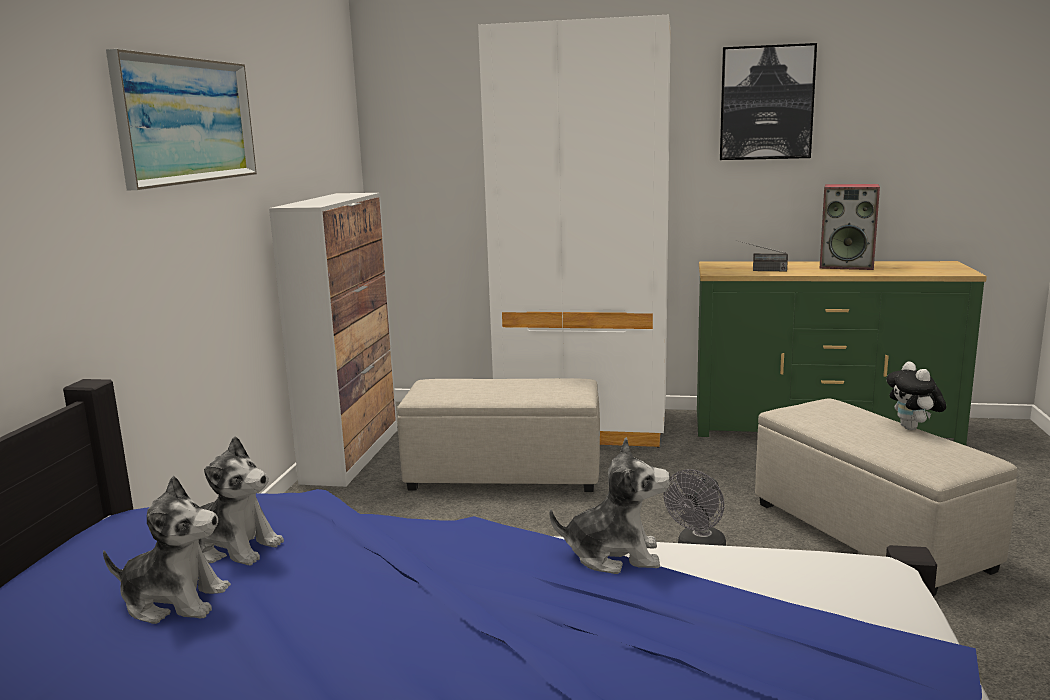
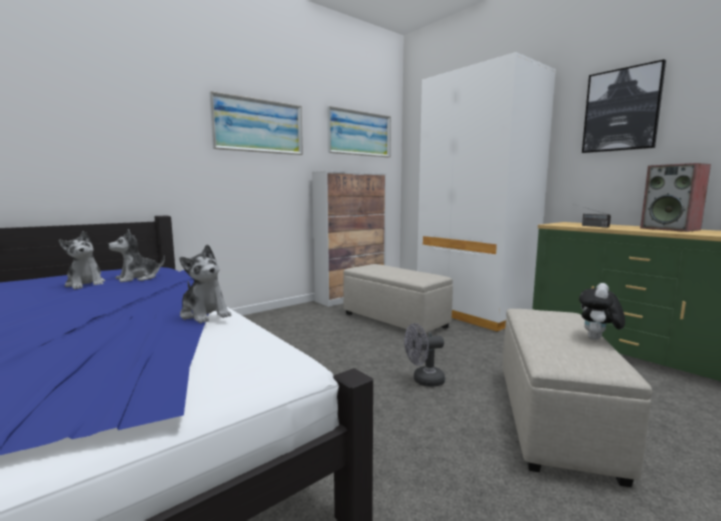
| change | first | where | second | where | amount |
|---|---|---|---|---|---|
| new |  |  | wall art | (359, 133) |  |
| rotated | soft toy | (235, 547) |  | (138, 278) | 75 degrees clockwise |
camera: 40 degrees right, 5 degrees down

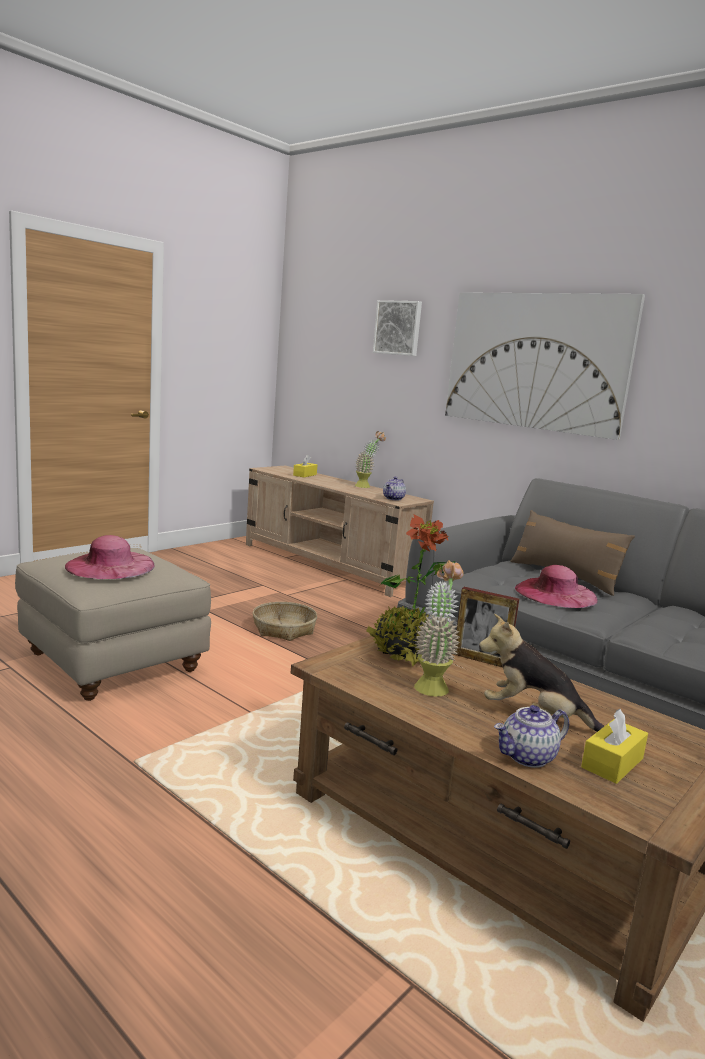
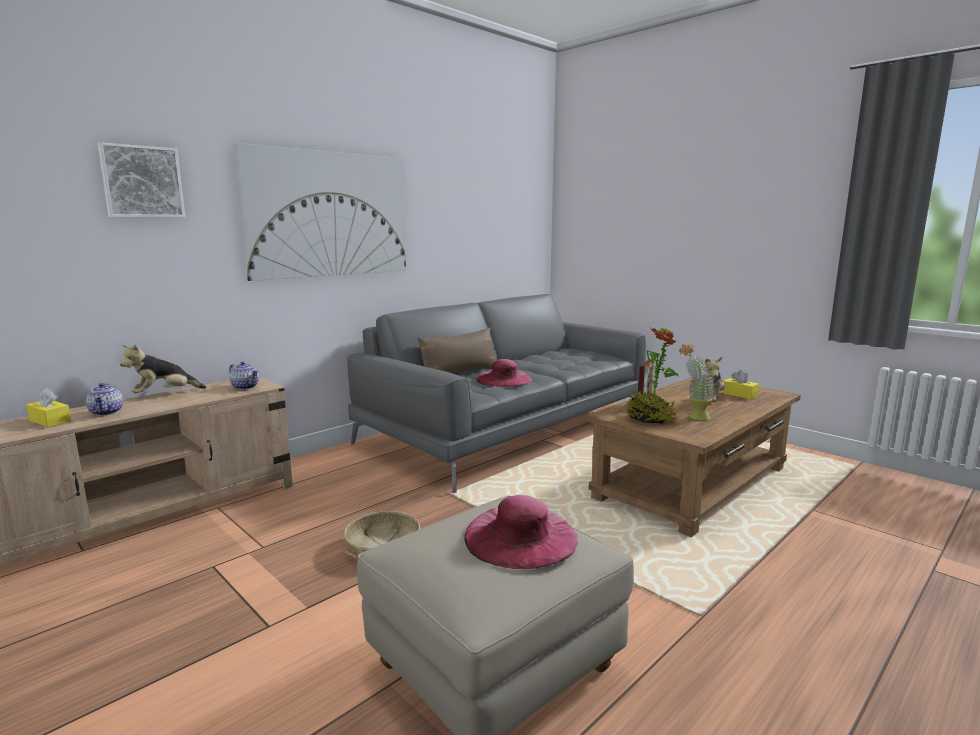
| change | first | where | second | where | amount |
|---|---|---|---|---|---|
| shifted | teapot | (527, 757) |  | (107, 412) |  |
| swapped | houseplant | (366, 486) | soft toy | (164, 394) |  |
camera: 85 degrees left, 0 degrees up

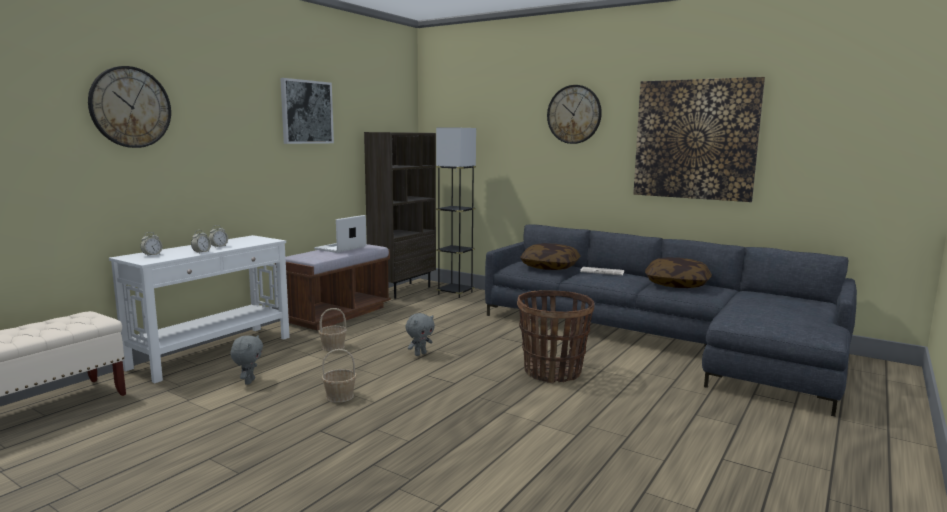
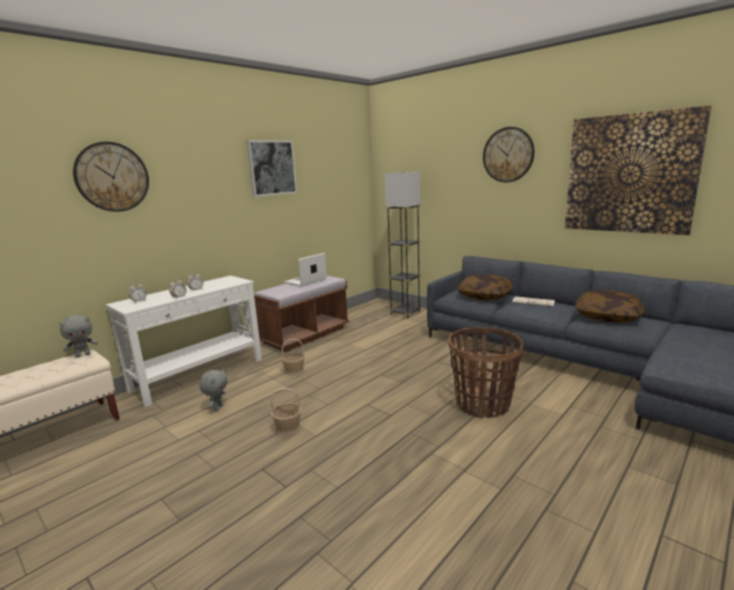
| change | first | where | second | where | amount |
|---|---|---|---|---|---|
| gone | brown bookcase | (402, 290) |  |  |  |
| shifted | greyish soft toy | (420, 354) |  | (83, 355) |  |
camera: 10 degrees right, 5 degrees up

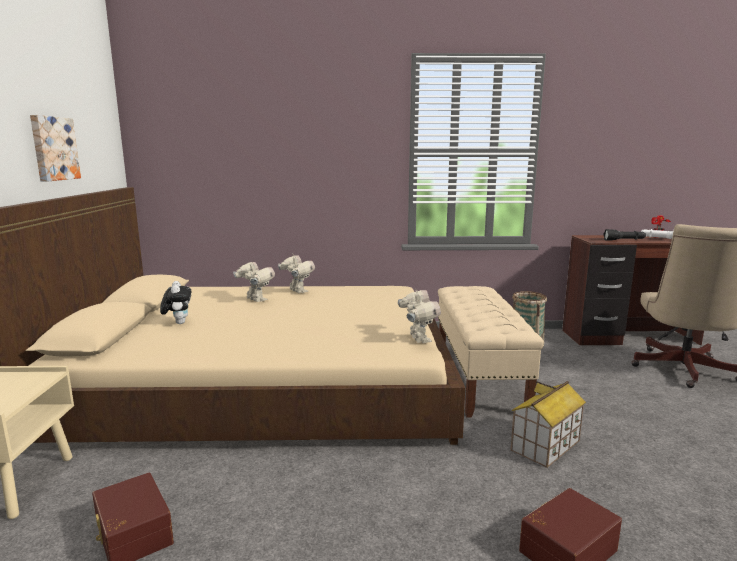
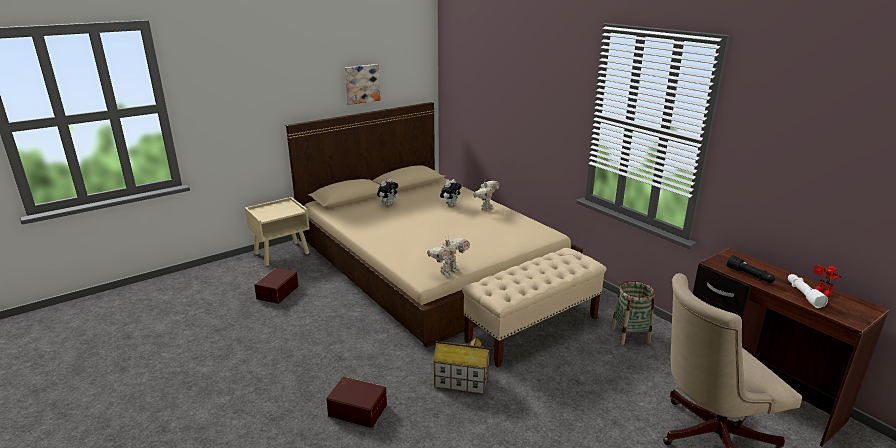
| change | first | where | second | where | amount |
|---|---|---|---|---|---|
| swapped | toy robot | (255, 300) | soft toy | (450, 205) |  |
camera: 55 degrees right, 10 degrees up

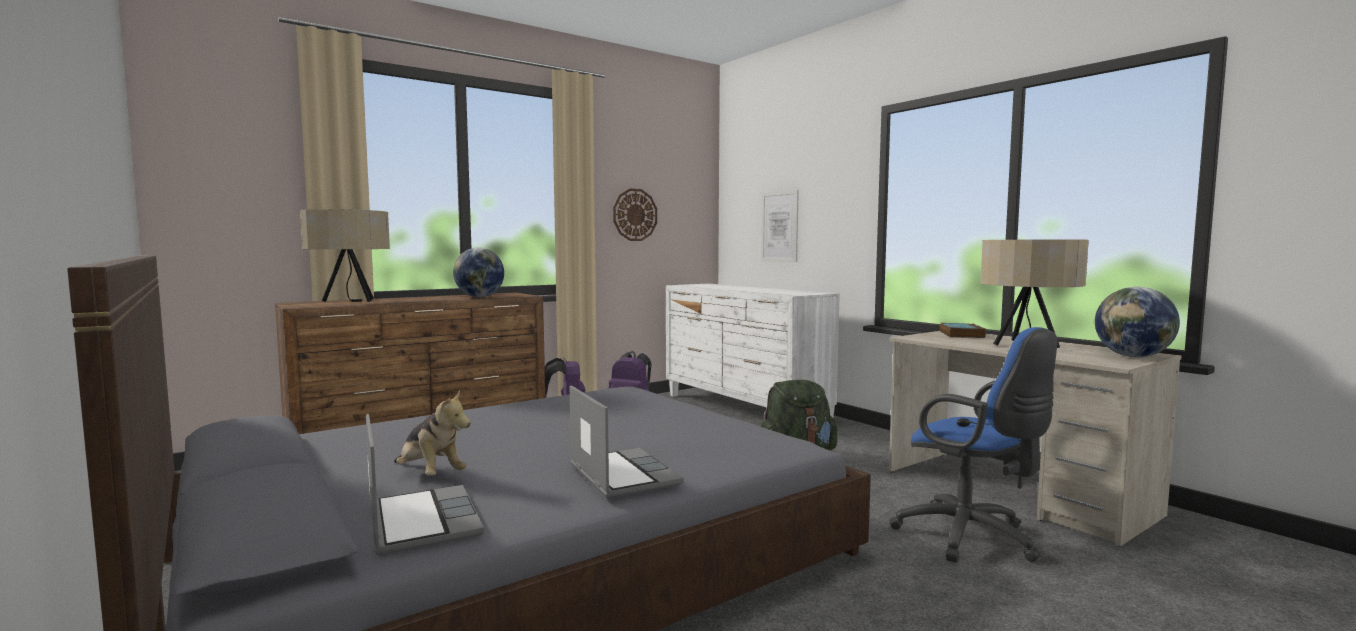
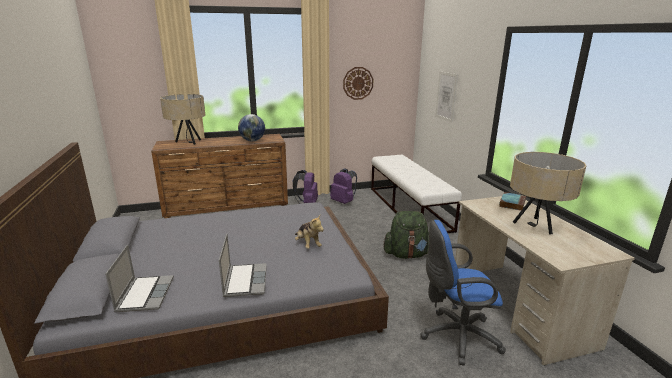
| change | first | where | second | where | amount |
|---|---|---|---|---|---|
| gone | desk globe | (1133, 356) |  |  |  |
| shifted | soft toy | (430, 475) |  | (308, 244) |  |
| swapped | whitish drawer chest | (743, 409) | whitish bench | (409, 208) |  |
| rotated | blue-coloured computer chair | (972, 538) |  | (456, 337) | 105 degrees clockwise |
camera: 20 degrees right, 15 degrees up

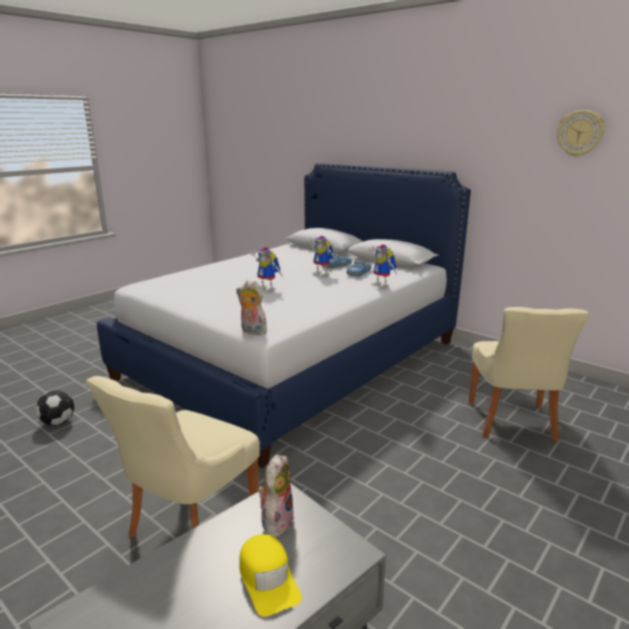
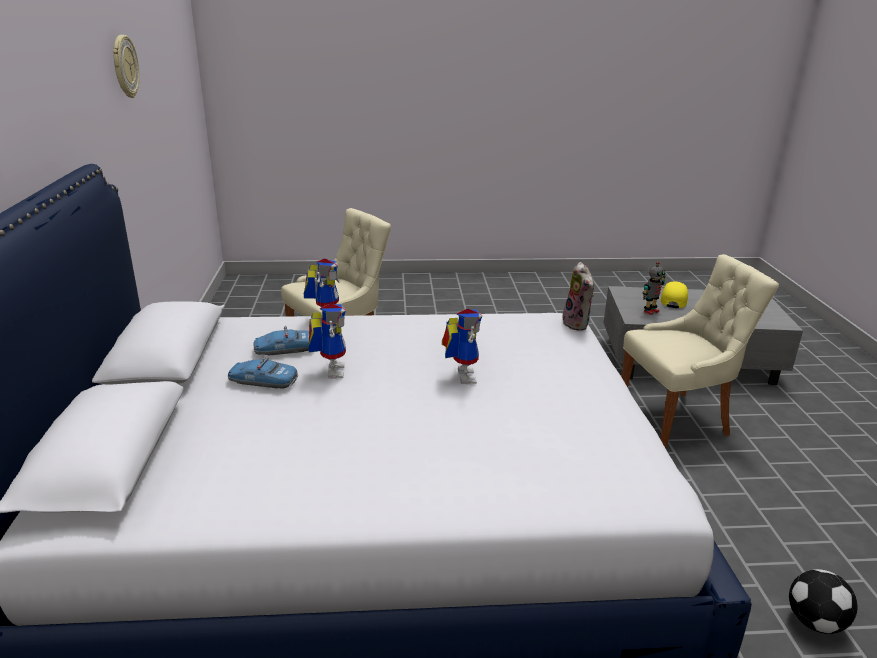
| change | first | where | second | where | amount |
|---|---|---|---|---|---|
| swapped | soft toy | (276, 521) | toy robot | (650, 311) |  |
camera: 135 degrees left, 5 degrees up

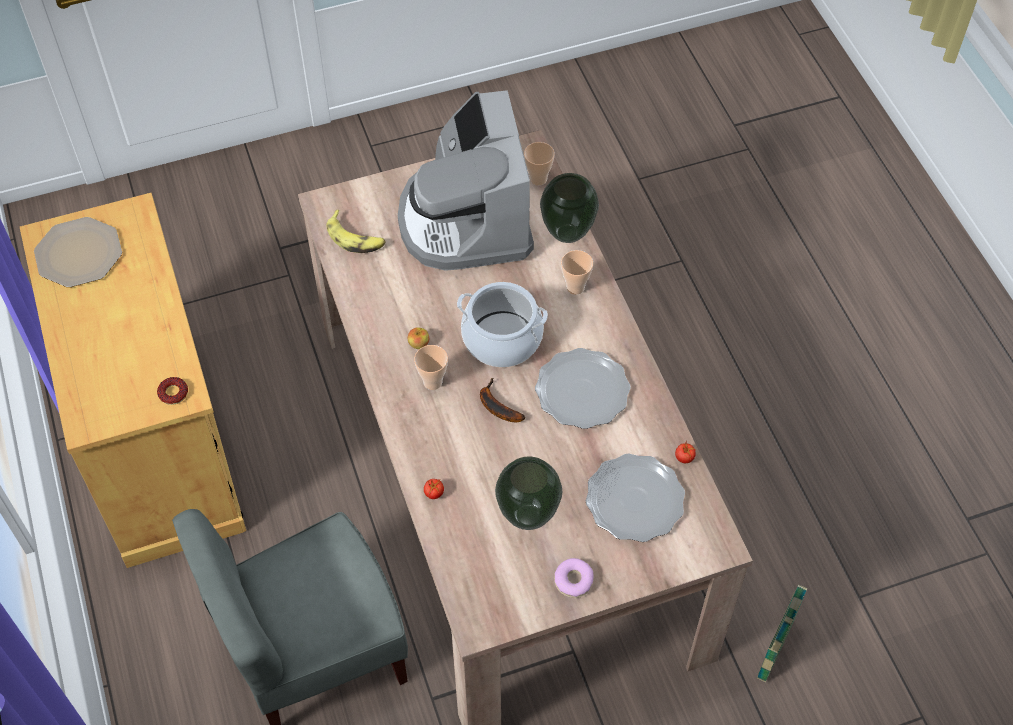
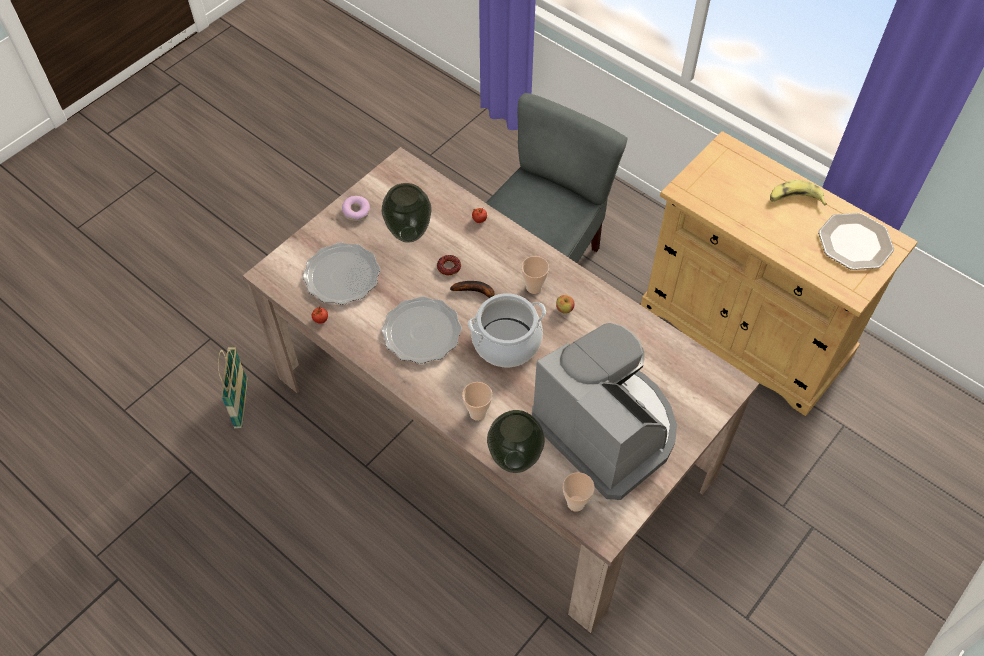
| change | first | where | second | where | amount |
|---|---|---|---|---|---|
| shifted | donut | (173, 393) |  | (449, 267) |  |
| shifted | banana fruit | (355, 238) |  | (794, 199) |  |
camera: 150 degrees right, 0 degrees up

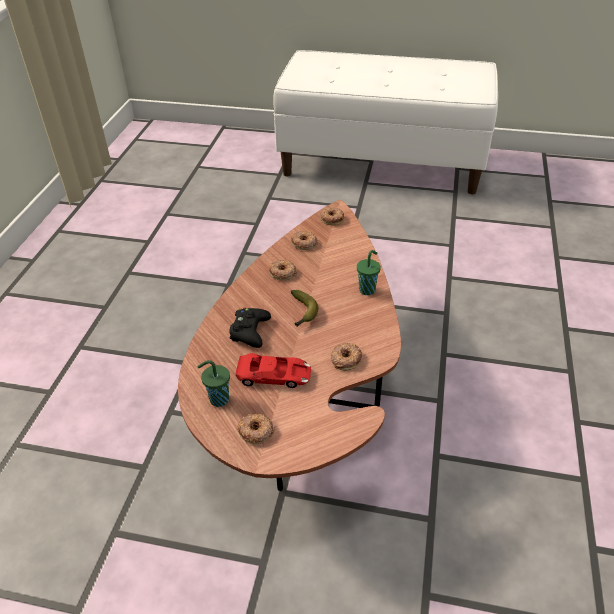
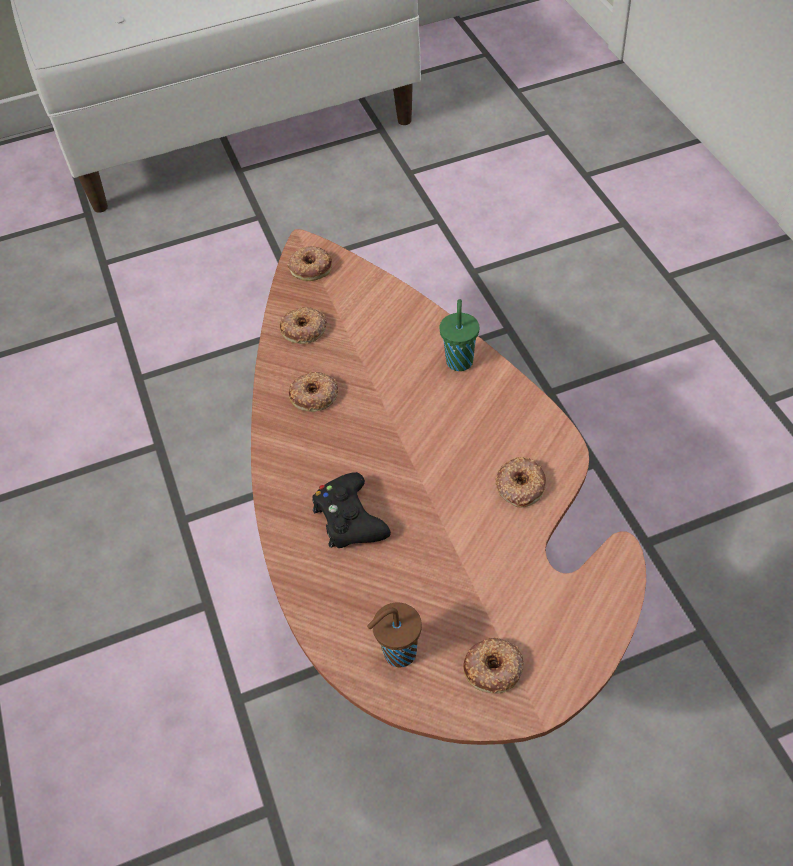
| change | first | where | second | where | amount |
|---|---|---|---|---|---|
| gone | reddish toy car | (274, 375) |  |  |  |
| gone | banana fruit | (302, 313) |  |  |  |
| repainted | greenish small cup | (218, 399) | brown small cup | (398, 653) |  |
camera: 30 degrees left, 10 degrees up

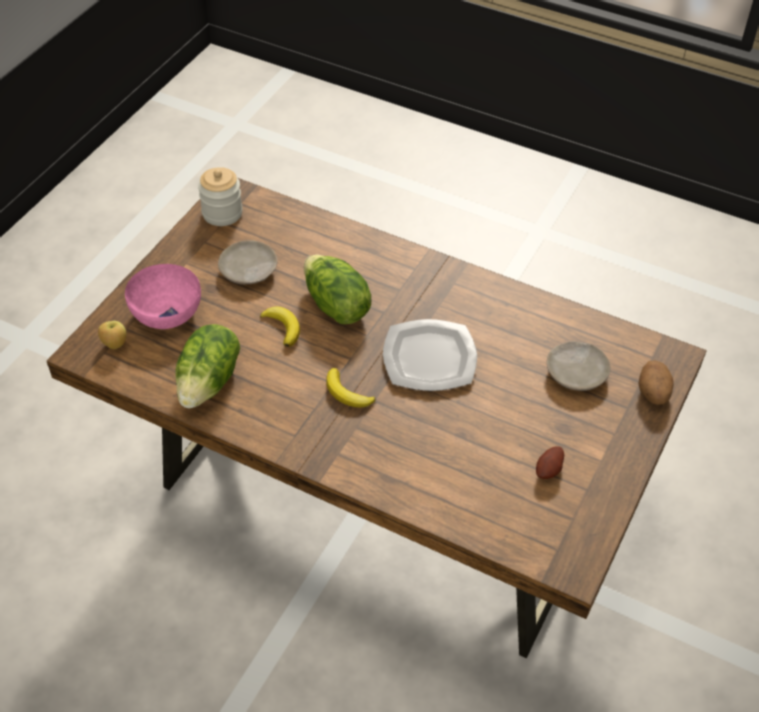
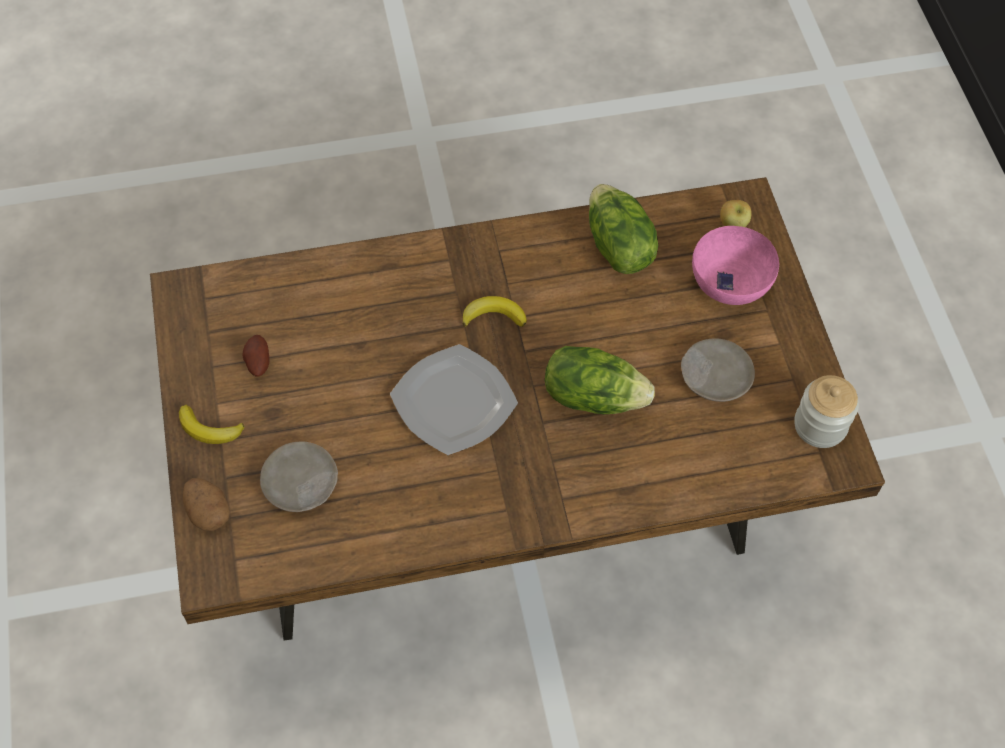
| change | first | where | second | where | amount |
|---|---|---|---|---|---|
| shifted | banana fruit | (283, 327) |  | (209, 429) |  |
camera: 140 degrees right, 10 degrees up

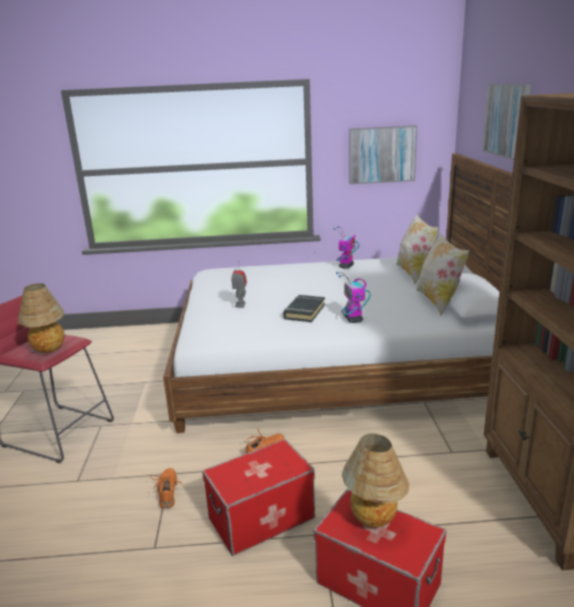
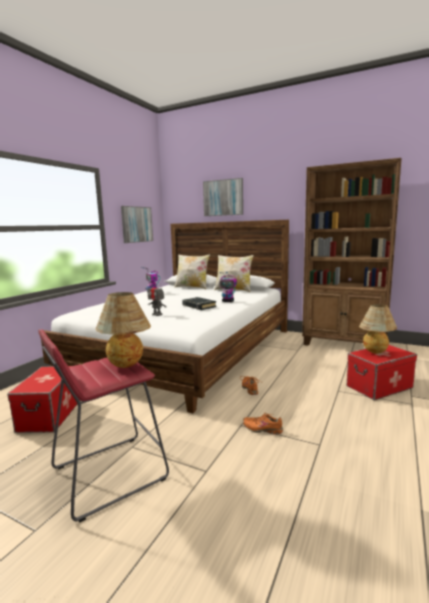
| change | first | where | second | where | amount |
|---|---|---|---|---|---|
| shifted | storage box | (261, 518) |  | (50, 415) |  |
camera: 60 degrees left, 10 degrees down

